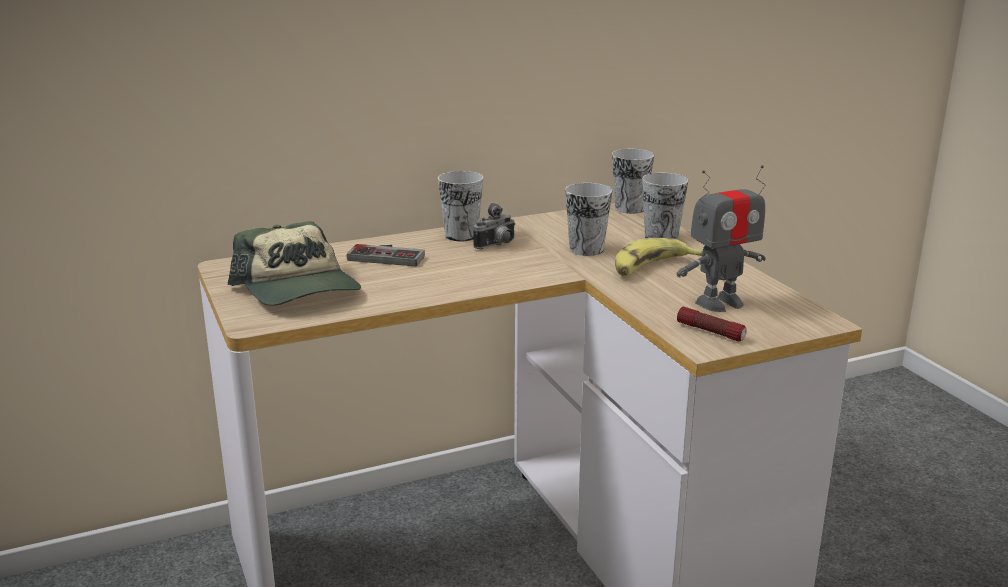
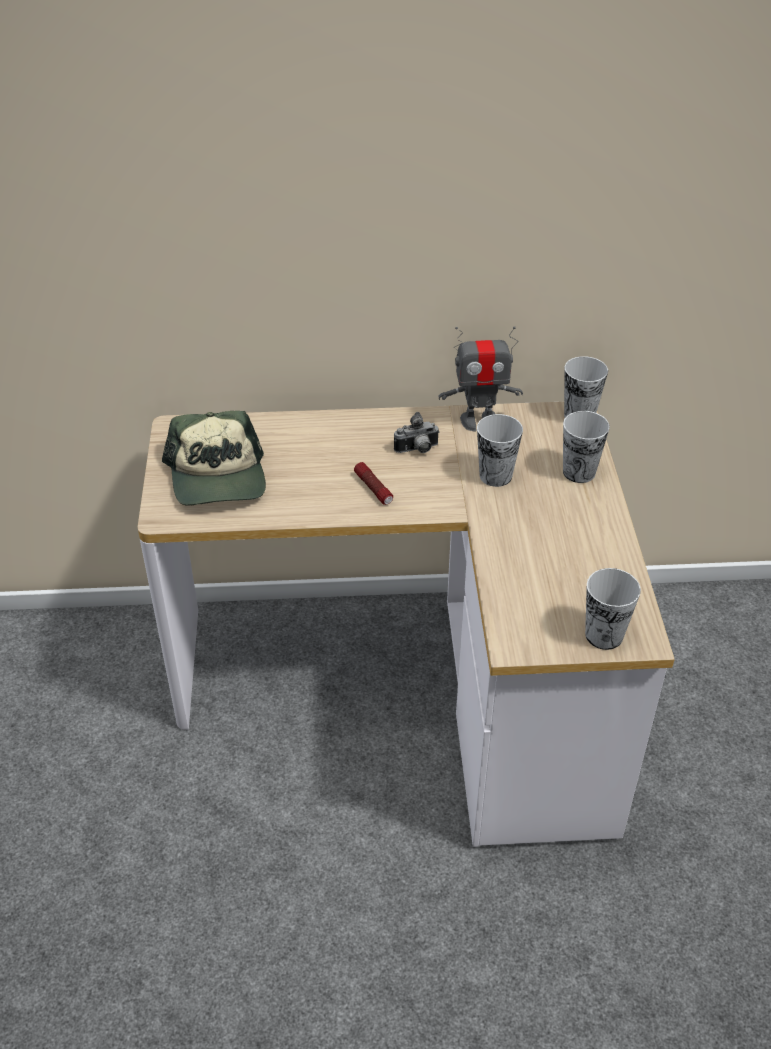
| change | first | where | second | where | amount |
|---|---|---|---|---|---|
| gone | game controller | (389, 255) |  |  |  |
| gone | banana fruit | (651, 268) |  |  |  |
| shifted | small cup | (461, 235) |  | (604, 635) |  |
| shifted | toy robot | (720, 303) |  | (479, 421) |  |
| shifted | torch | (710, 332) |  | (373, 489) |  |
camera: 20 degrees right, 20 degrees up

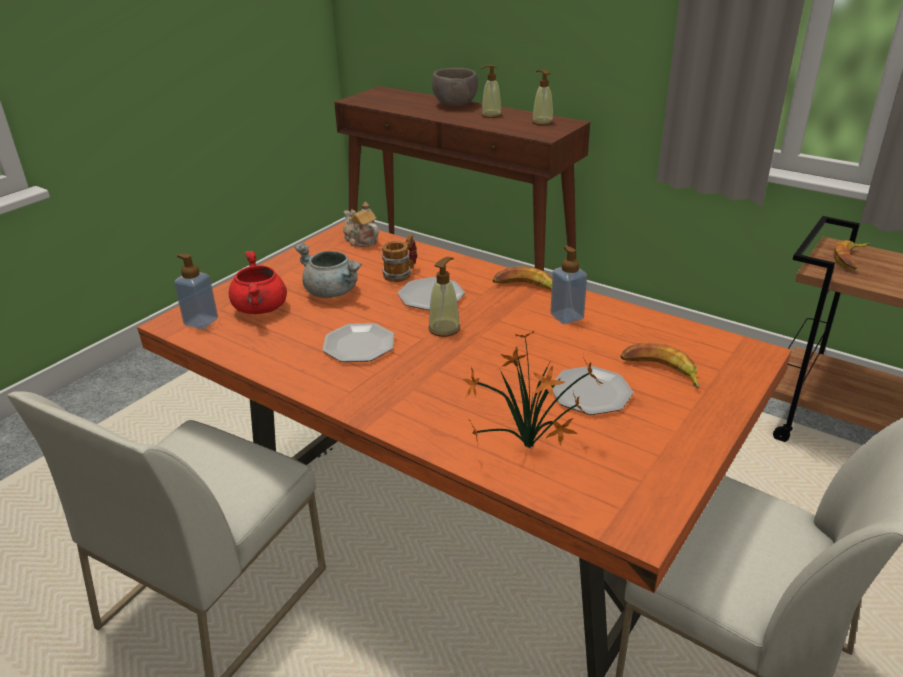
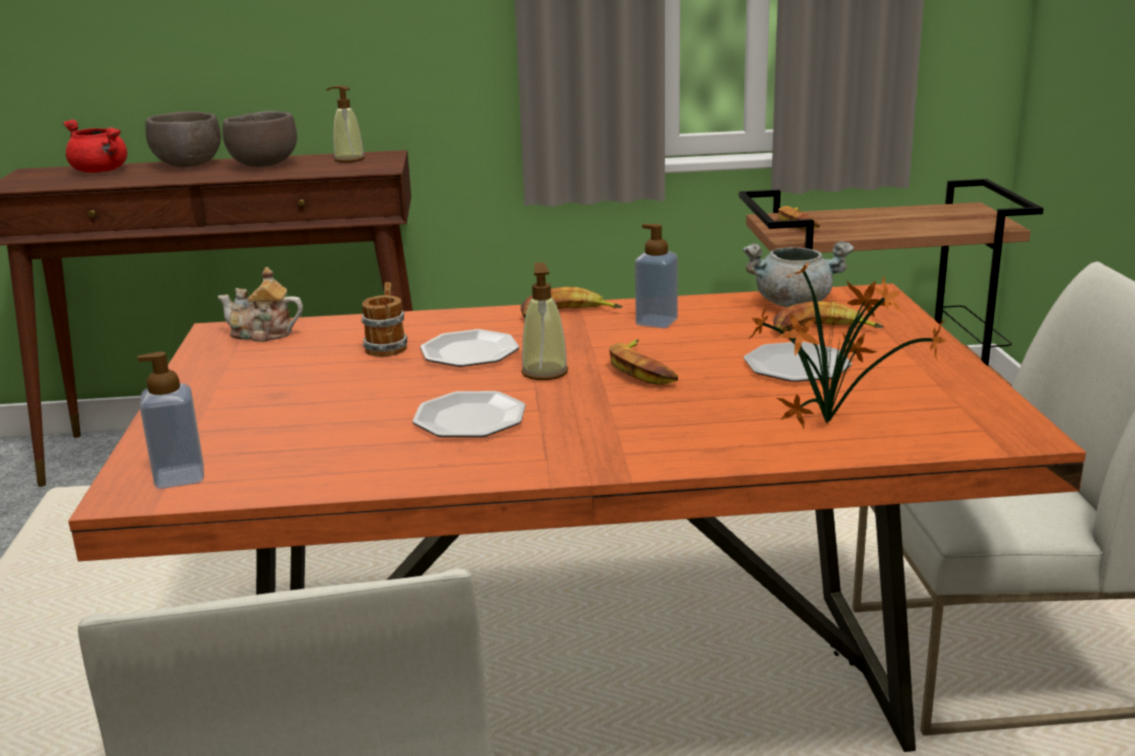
| change | first | where | second | where | amount |
|---|---|---|---|---|---|
| new |  |  | banana fruit | (643, 370) |  |
| shifted | reddish cooking pot | (261, 309) |  | (101, 171) |  |
| shifted | greyish cooking pot | (333, 292) |  | (794, 303) |  |
| swapped | soap dispenser | (491, 115) | brown bowl | (264, 165) |  |
camera: 40 degrees left, 10 degrees down

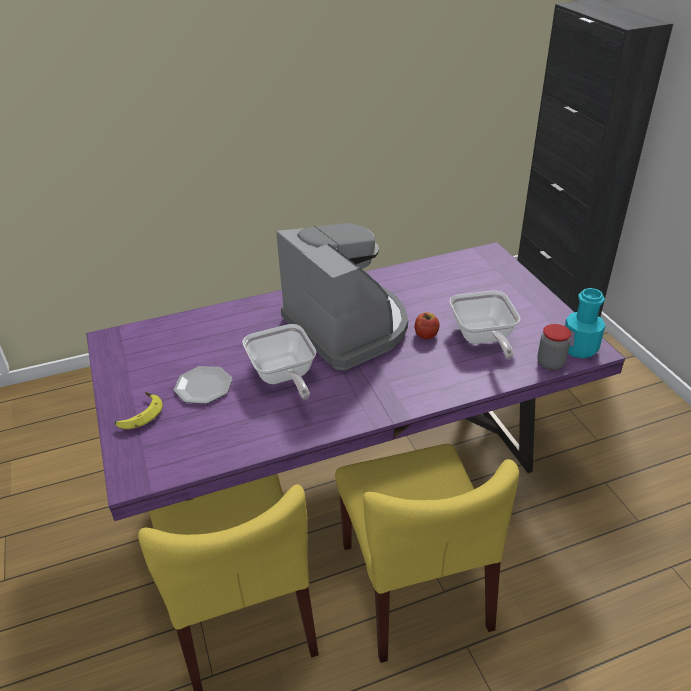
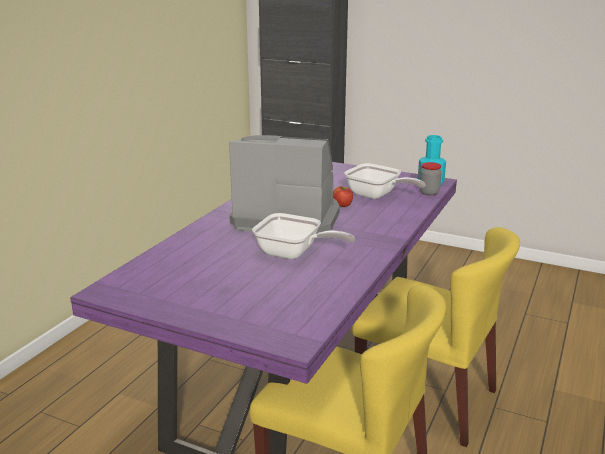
| change | first | where | second | where | amount |
|---|---|---|---|---|---|
| gone | banana fruit | (139, 415) |  |  |  |
| gone | plate | (203, 386) |  |  |  |
camera: 45 degrees left, 15 degrees down

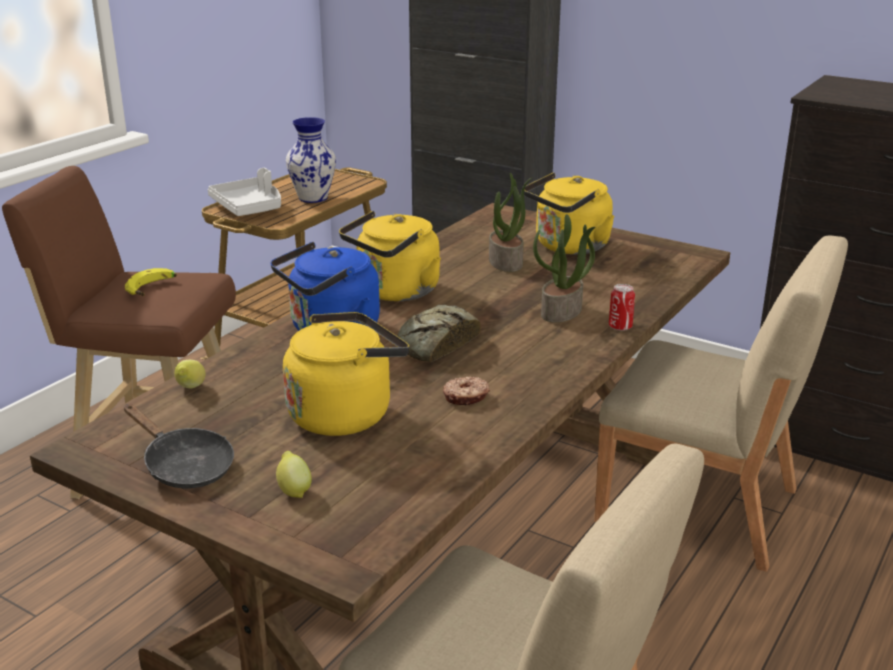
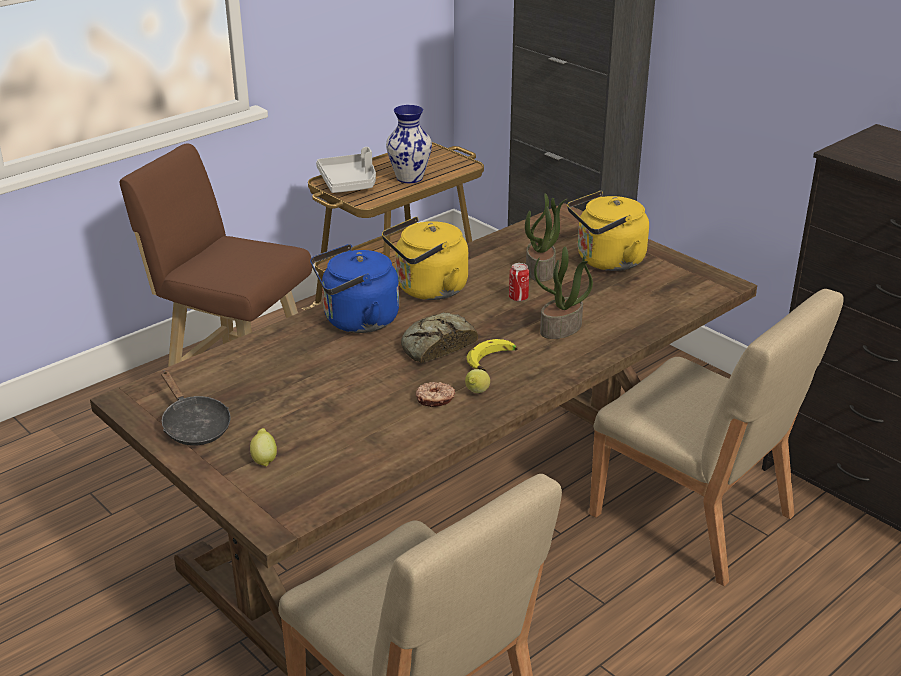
| change | first | where | second | where | amount |
|---|---|---|---|---|---|
| gone | yellow-coloured kettle | (345, 413) |  |  |  |
| shifted | banana fruit | (153, 289) |  | (493, 362) |  |
| shifted | lemon | (190, 388) |  | (476, 393) |  |
| shifted | metal can | (620, 327) |  | (518, 298) |  |
camera: 15 degrees right, 5 degrees up

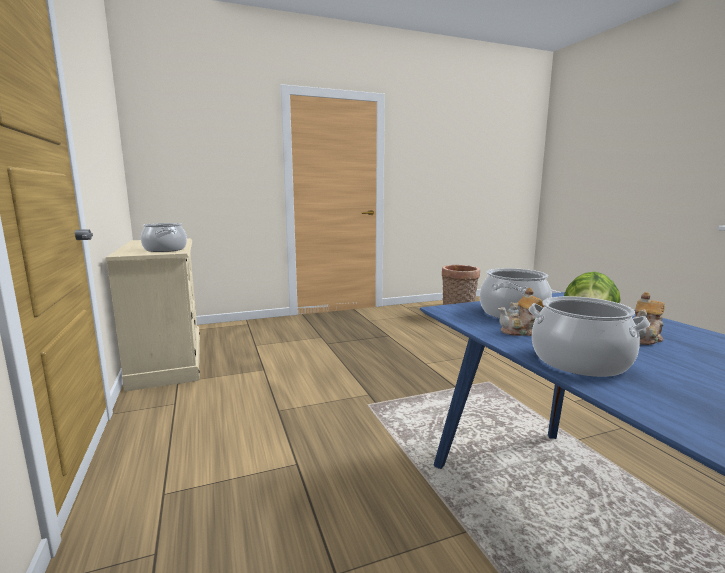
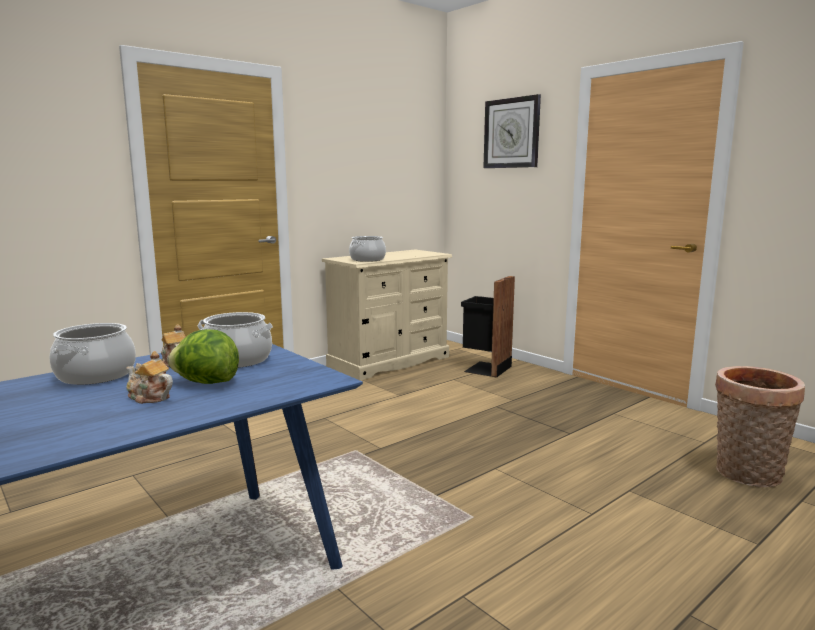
| change | first | where | second | where | amount |
|---|---|---|---|---|---|
| new |  |  | blackish trash can | (485, 368) |  |
| new |  |  | hanging clock | (511, 133) |  |
camera: 70 degrees right, 0 degrees up

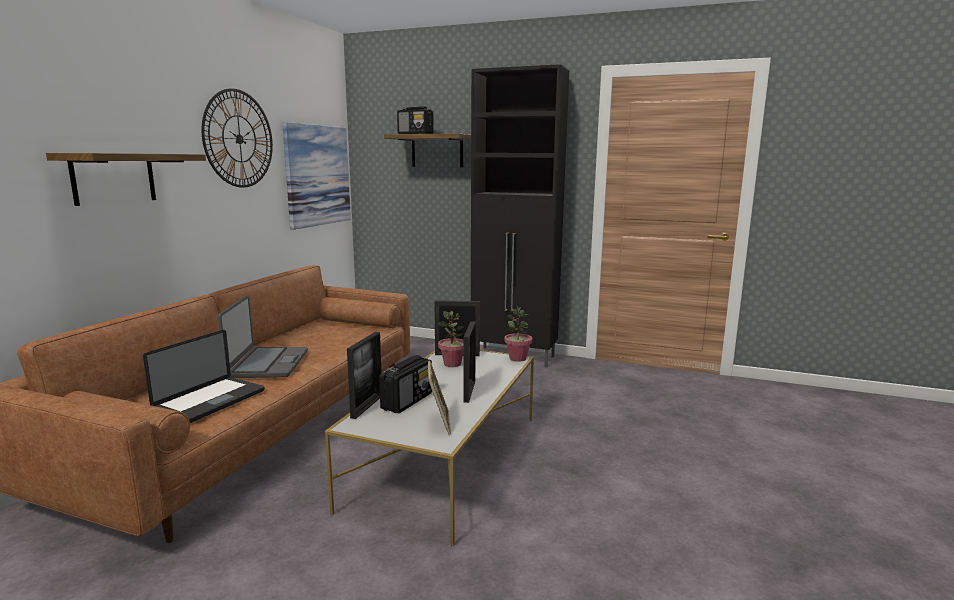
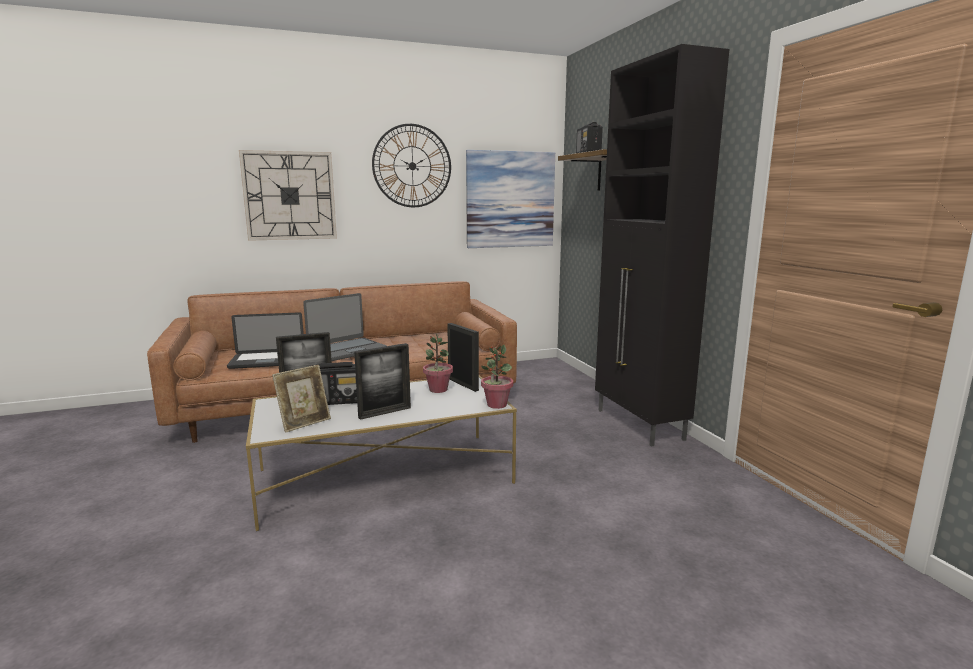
| change | first | where | second | where | amount |
|---|---|---|---|---|---|
| swapped | shelf | (114, 178) | hanging clock | (289, 196) |  |
camera: 50 degrees right, 0 degrees up

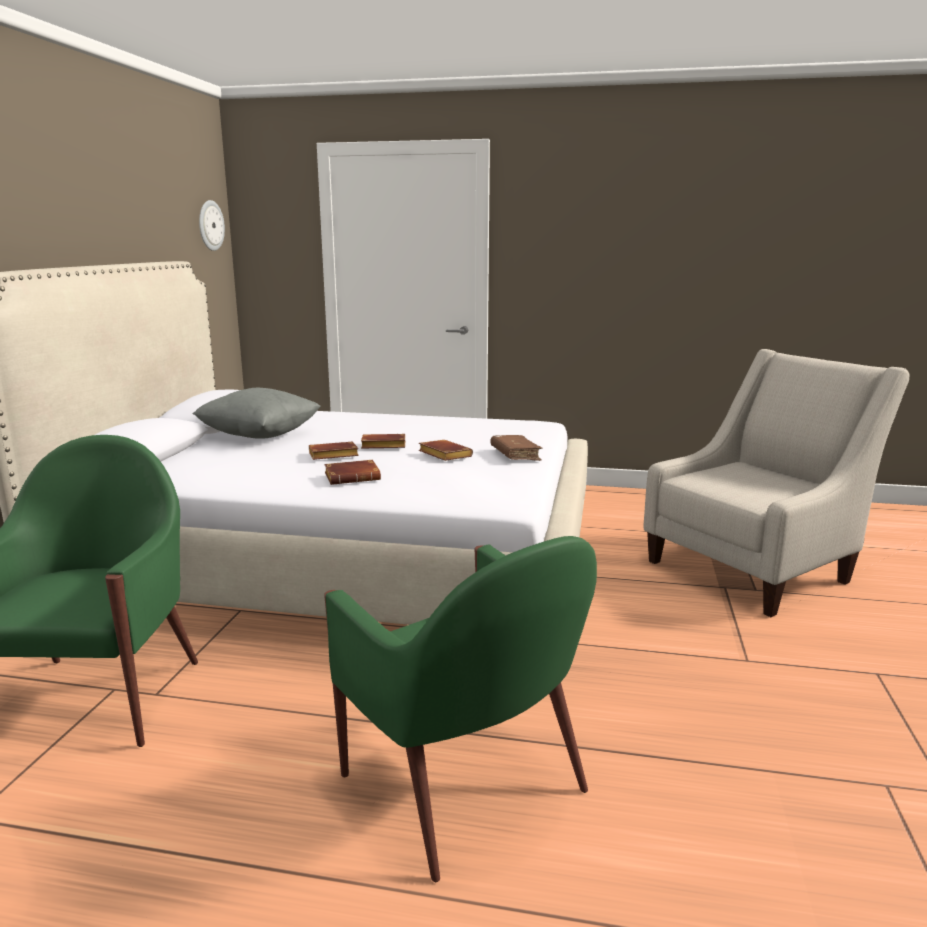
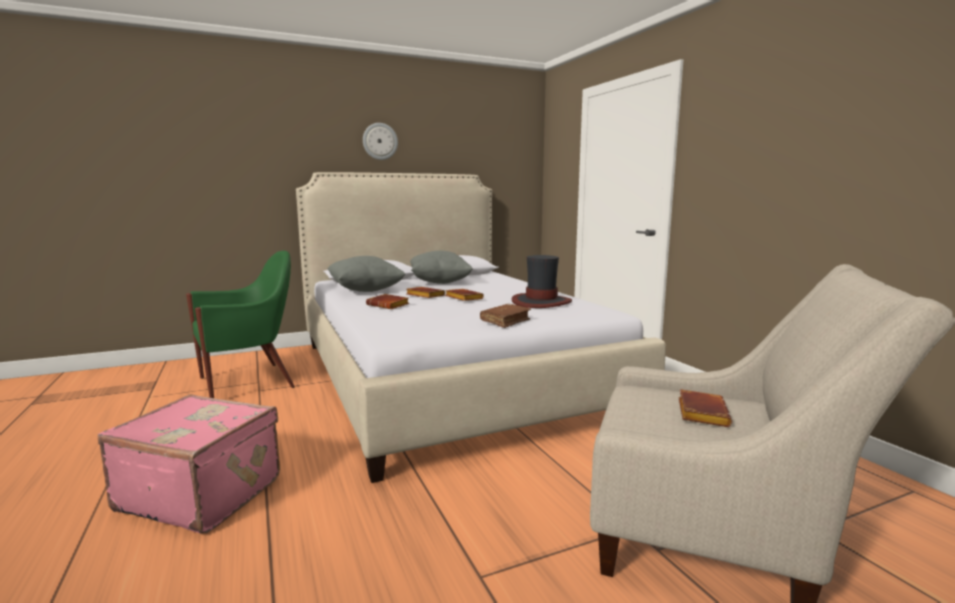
| change | first | where | second | where | amount |
|---|---|---|---|---|---|
| new |  |  | greyish cushion | (365, 290) |  |
| new |  |  | clothing hat | (541, 302) |  |
| shifted | hanging clock | (210, 225) |  | (380, 141) |  |
| shifted | brown volume | (443, 455) |  | (700, 413) |  |
| swapped | greenish lounge chair | (465, 787) | pinkish suitcase | (202, 493) |  |
camera: 55 degrees right, 5 degrees down

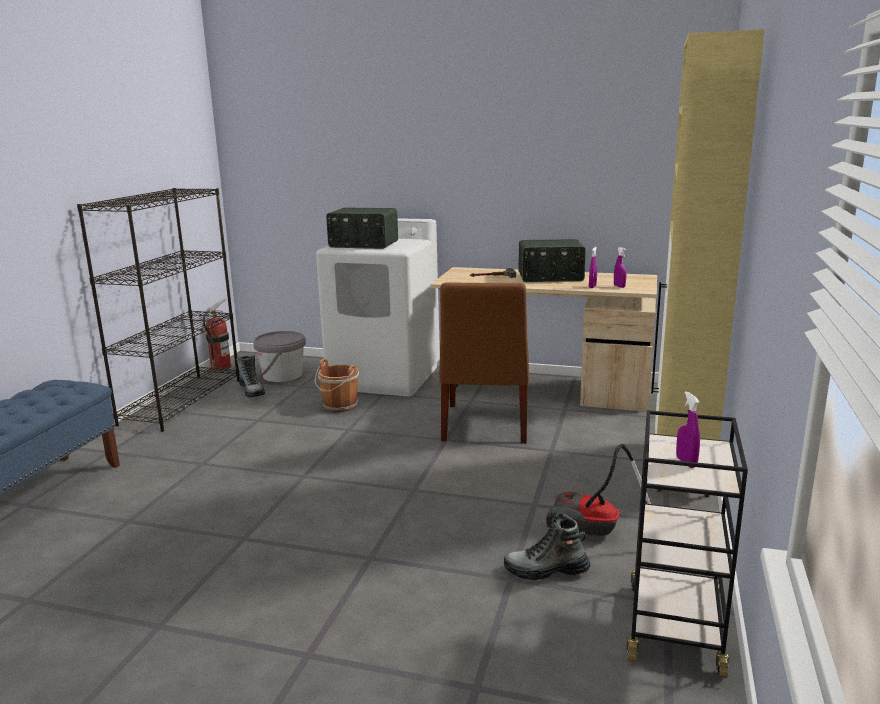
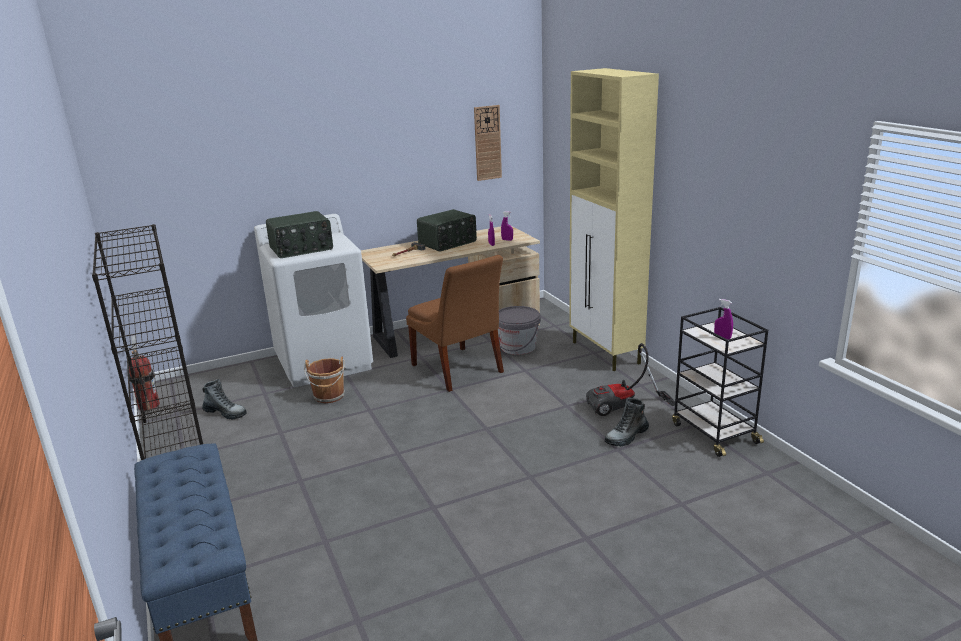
| change | first | where | second | where | amount |
|---|---|---|---|---|---|
| new |  |  | hanging clock | (487, 143) |  |
| shifted | greyish bucket | (282, 375) |  | (518, 347) |  |
camera: 40 degrees left, 5 degrees up

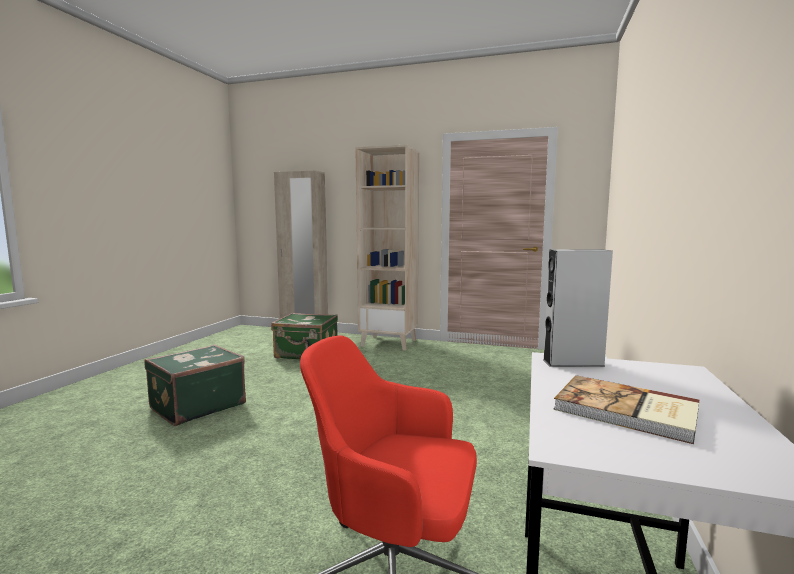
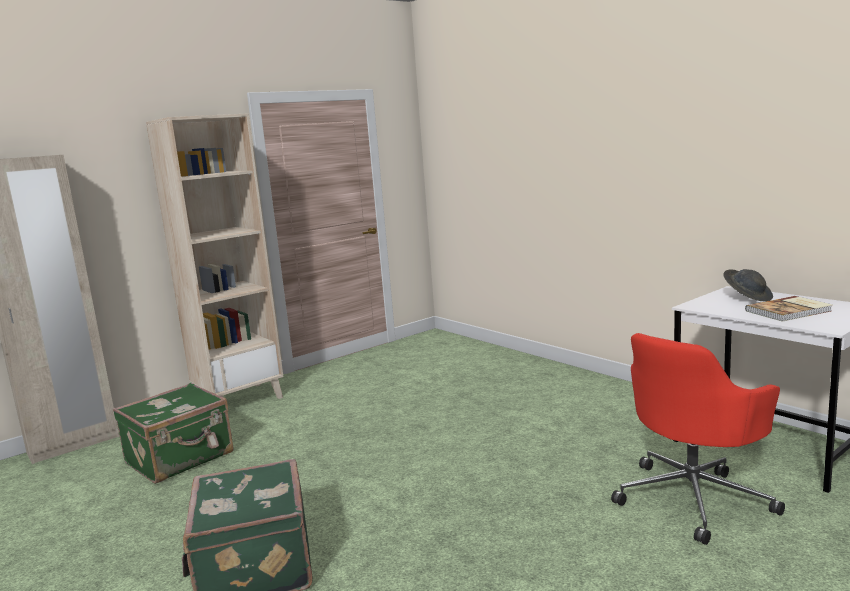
| change | first | where | second | where | amount |
|---|---|---|---|---|---|
| gone | greyish speaker | (573, 362) |  |  |  |
| new |  |  | greyish clothing hat | (747, 297) |  |
camera: 55 degrees left, 5 degrees up

